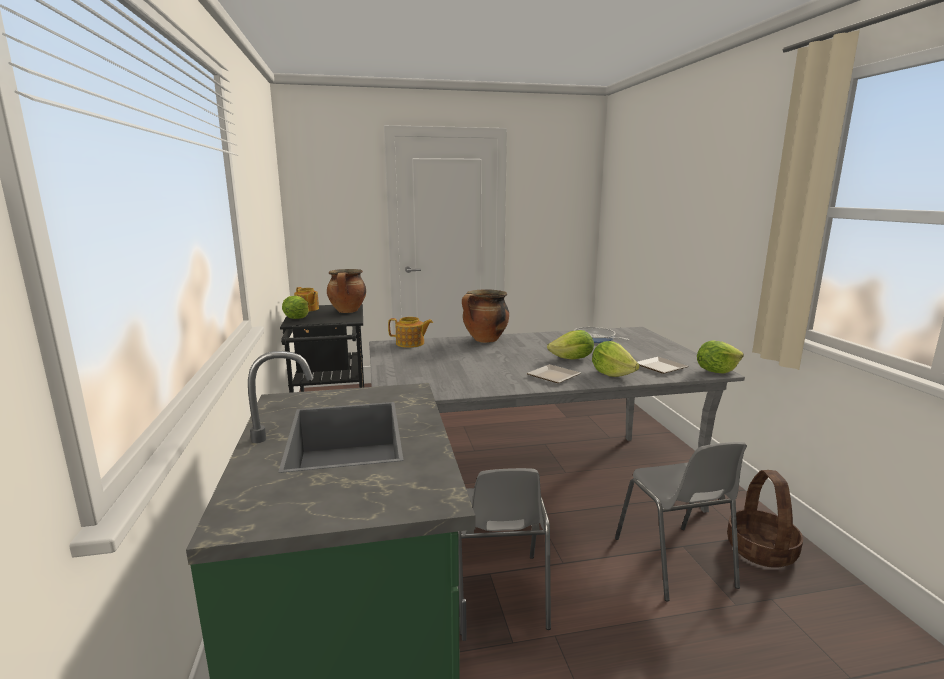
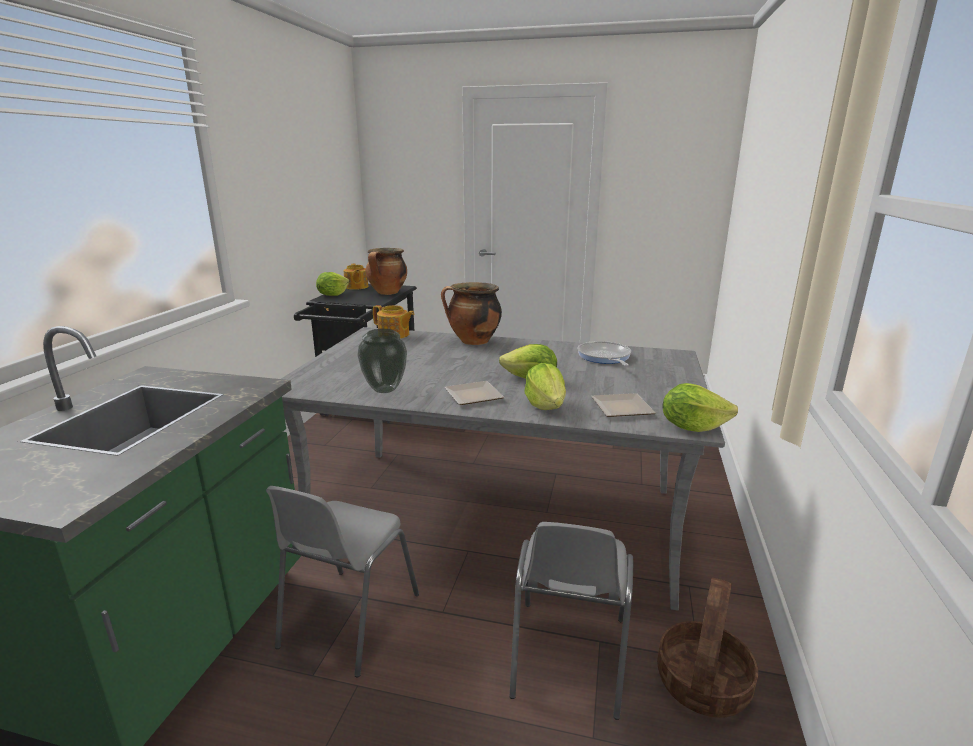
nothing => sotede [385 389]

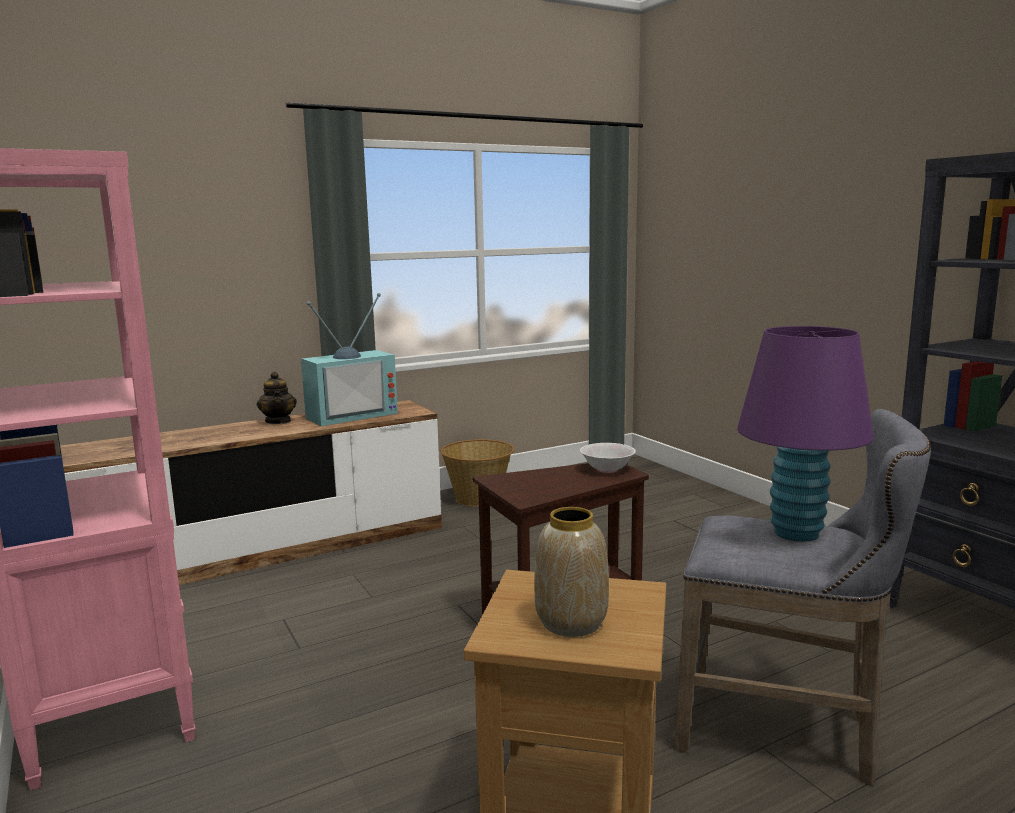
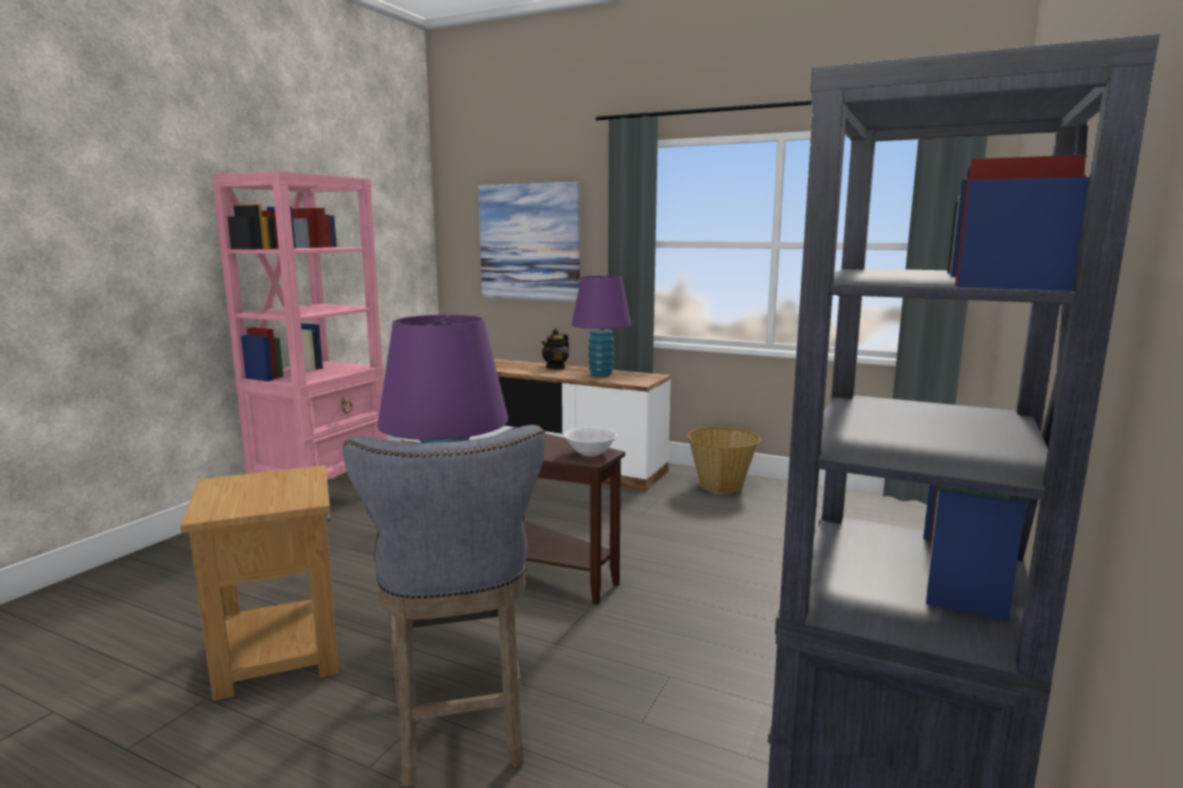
sotede [572 622] => nothing
nothing => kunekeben [529 242]
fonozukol [351 414] => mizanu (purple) [601 374]

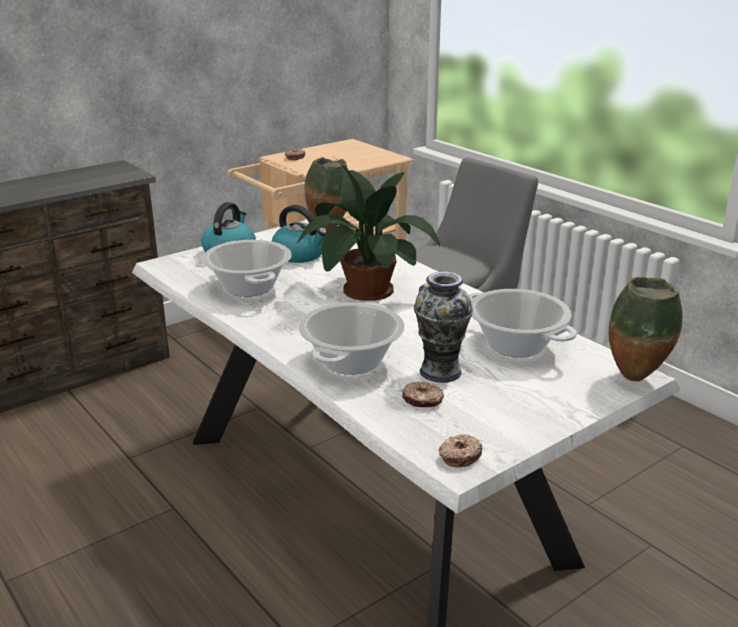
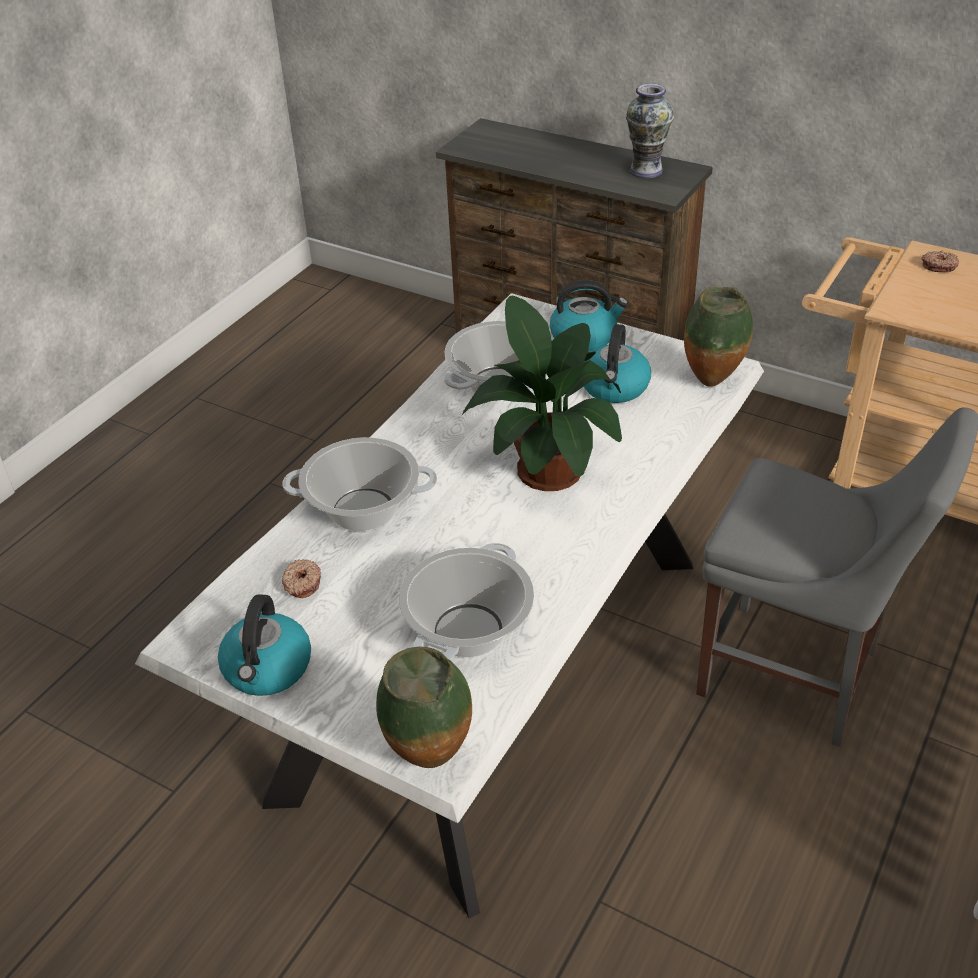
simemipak [459 456] => nothing
nothing => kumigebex [268 669]
sotede [440 372] => sotede [645 170], move

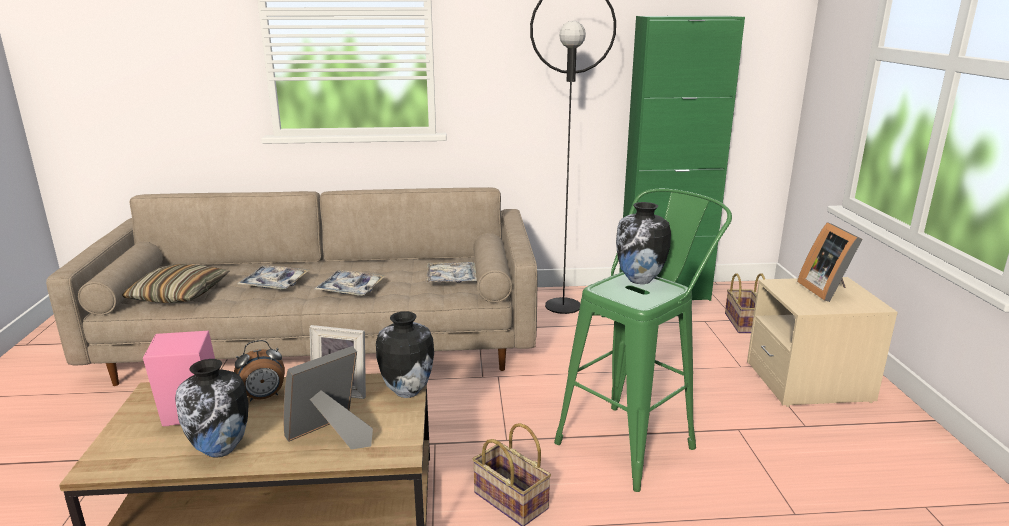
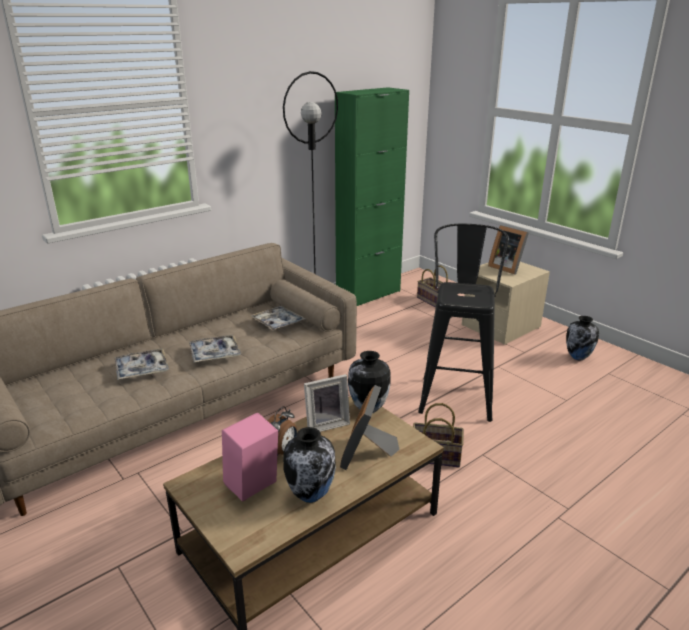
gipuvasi [179 295] => nothing
sotede [640 280] => sotede [578 357], move
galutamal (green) [634 440] => galutamal (black) [456 393]

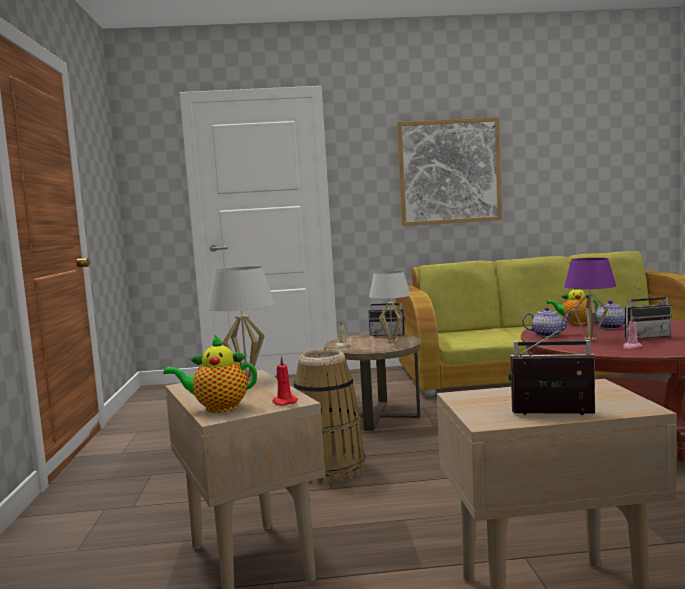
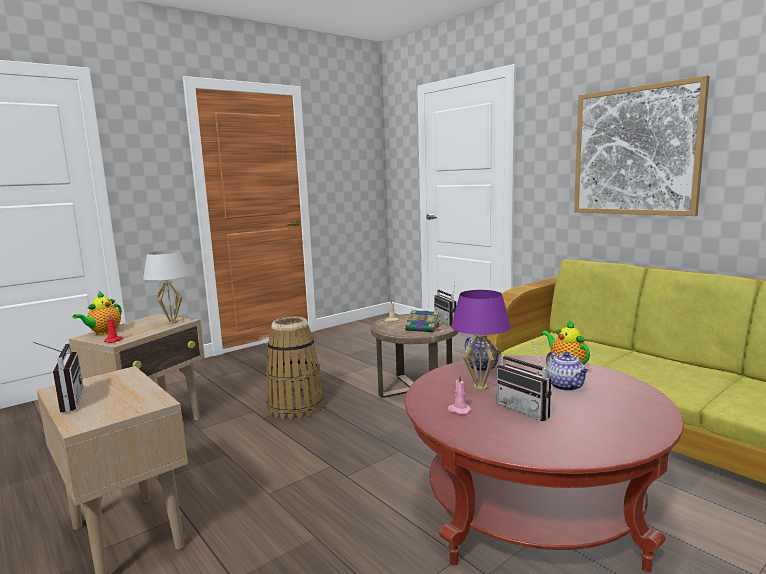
mizanu (white) [392 341] => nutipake [423 328]
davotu [217 408] => davotu [103 333], 120 degrees counterclockwise

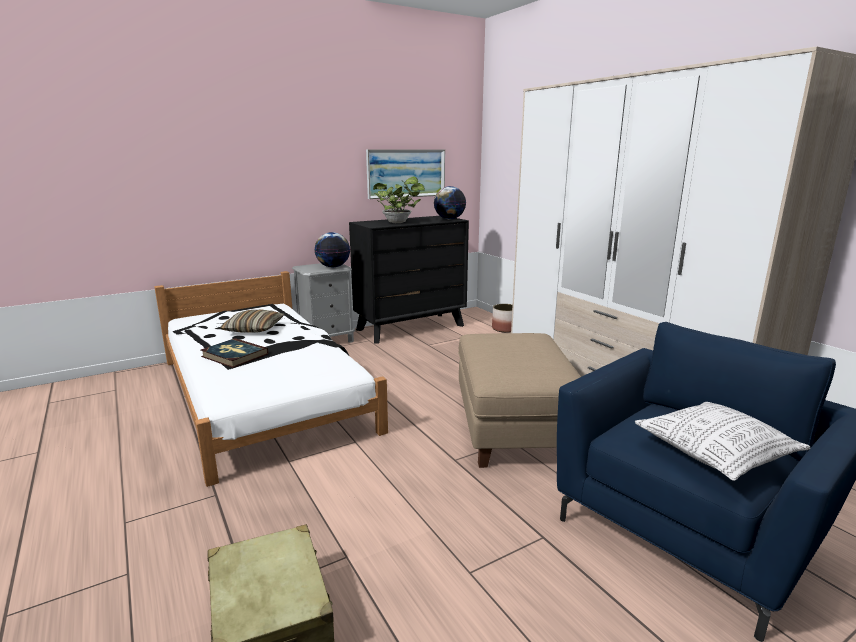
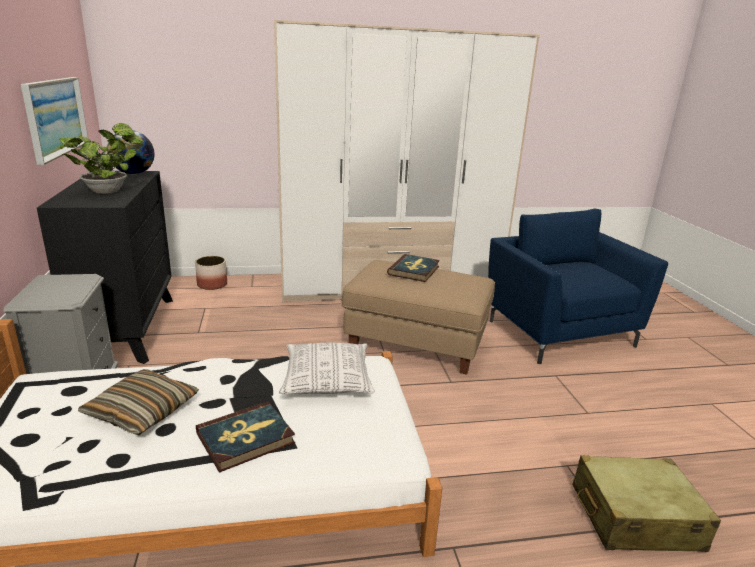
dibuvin [333 267] => nothing
nothing => nutipake [414 270]
gipuvasi [715 453] => gipuvasi [327 381], move

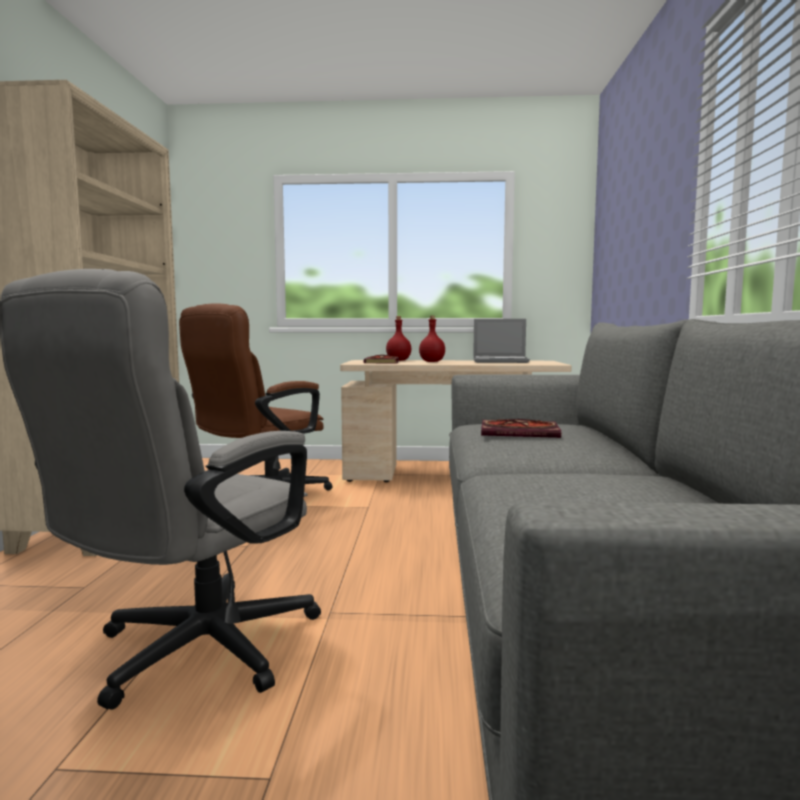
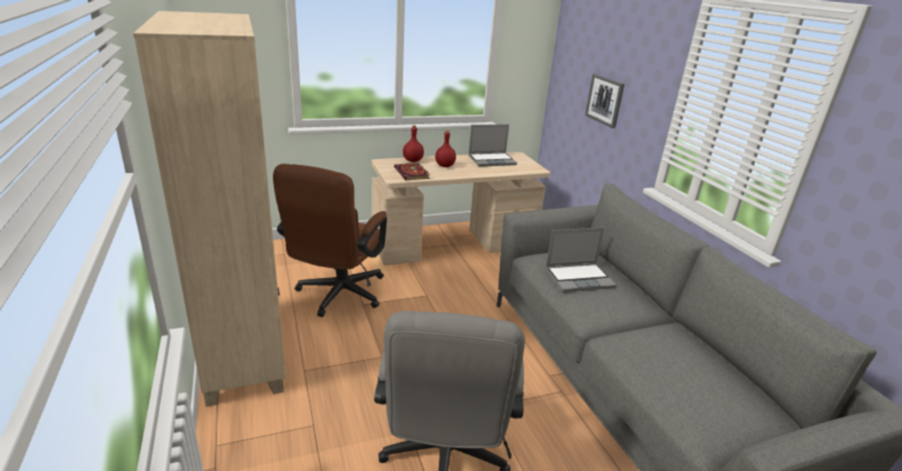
nothing => kunekeben [605 100]
nutipake [521 433] => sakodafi [579 278]

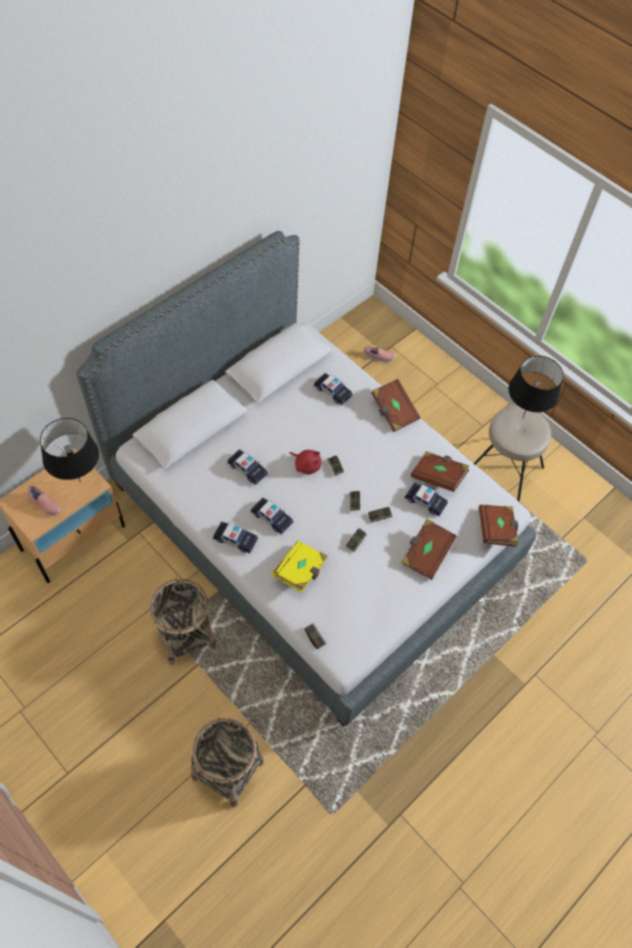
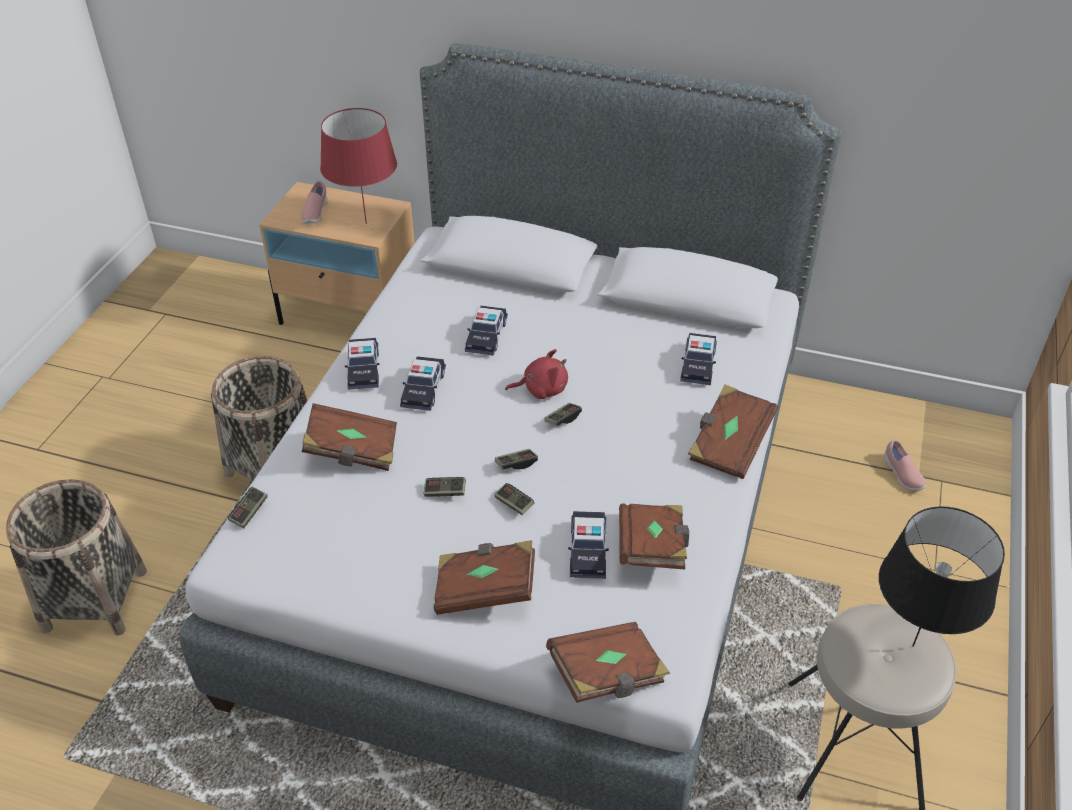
mizanu (black) [80 481] => mizanu (red) [366 223]
nutipake (yellow) [300 571] => nutipake (brown) [352 451]
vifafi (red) [306 465] => vifafi (red) [542 389], 105 degrees counterclockwise

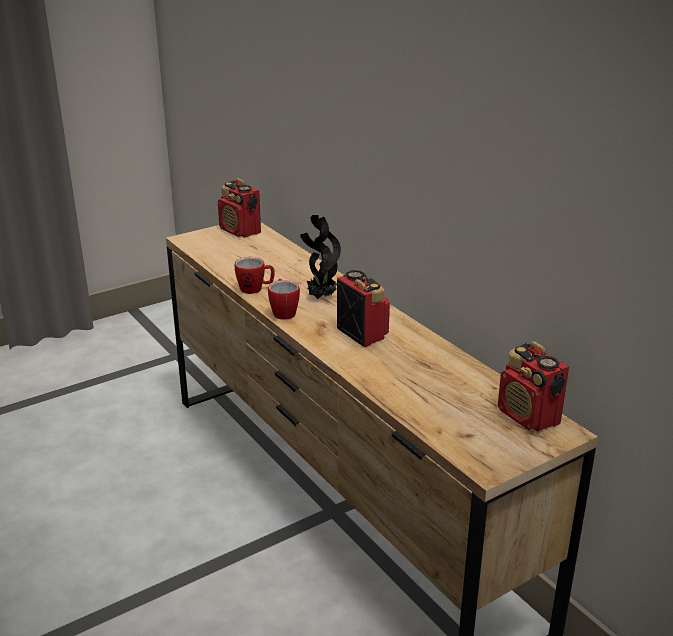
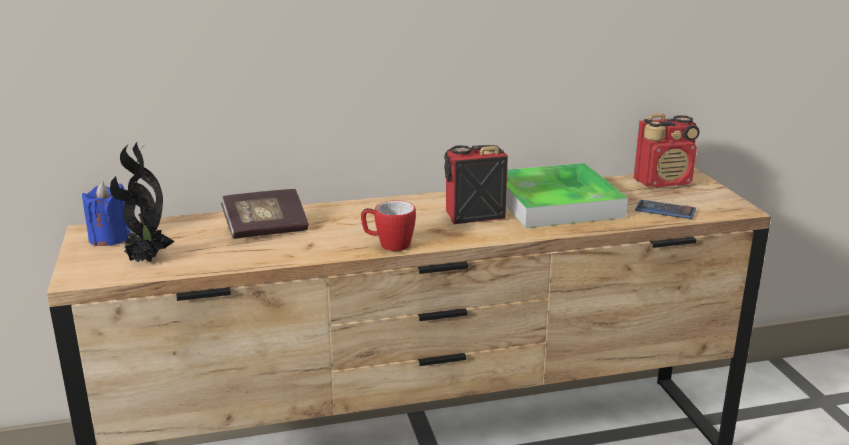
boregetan [255 289] => nothing
nothing => nutipake [266 229]
nothing => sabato [556 203]
nothing => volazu [665 210]
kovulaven [320 297] => kovulaven [146 260], move
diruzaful [240 231] => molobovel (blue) [110 238]

